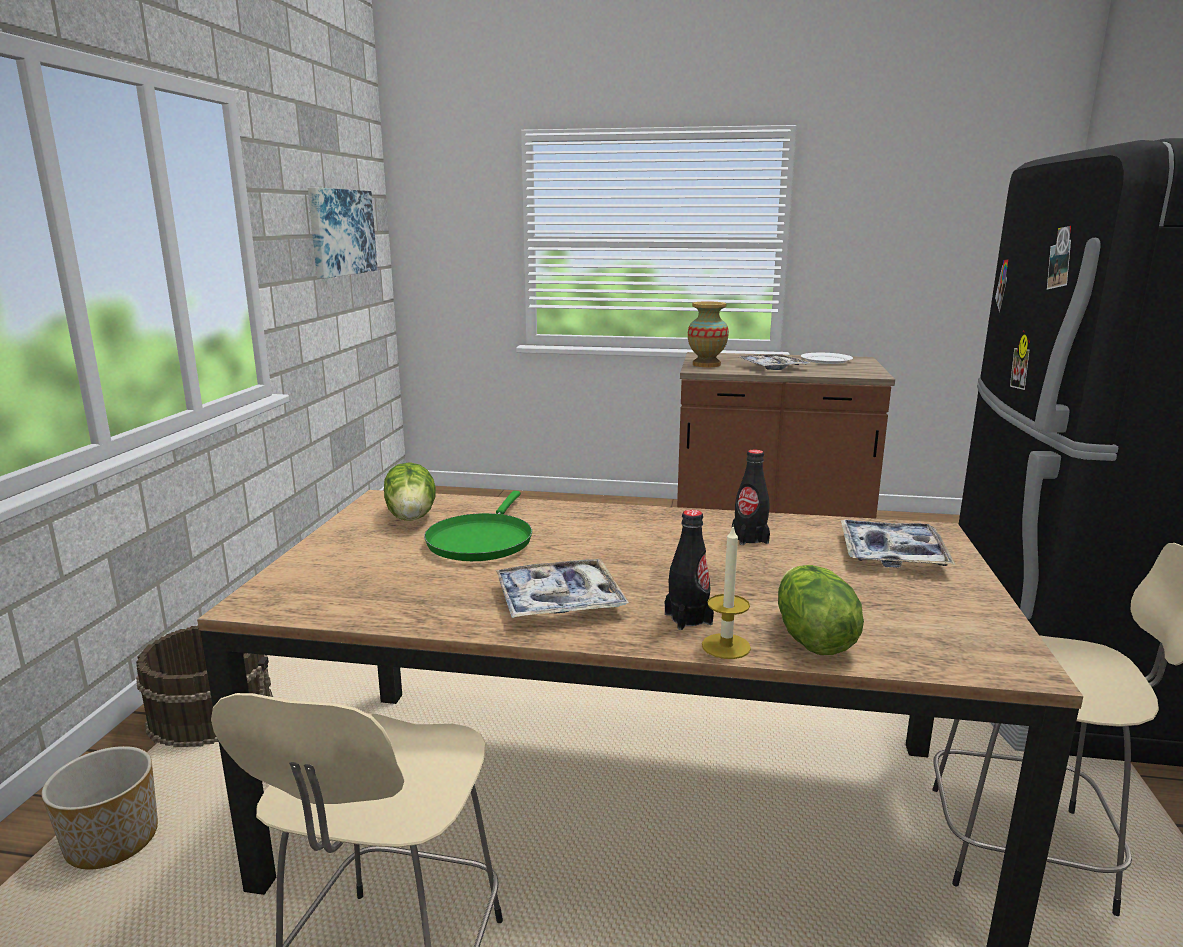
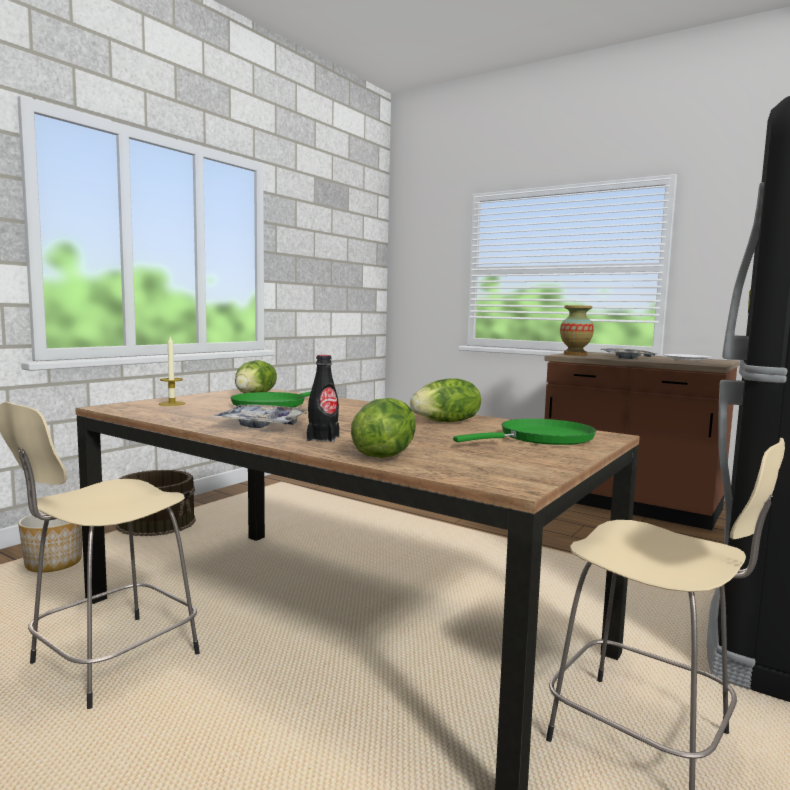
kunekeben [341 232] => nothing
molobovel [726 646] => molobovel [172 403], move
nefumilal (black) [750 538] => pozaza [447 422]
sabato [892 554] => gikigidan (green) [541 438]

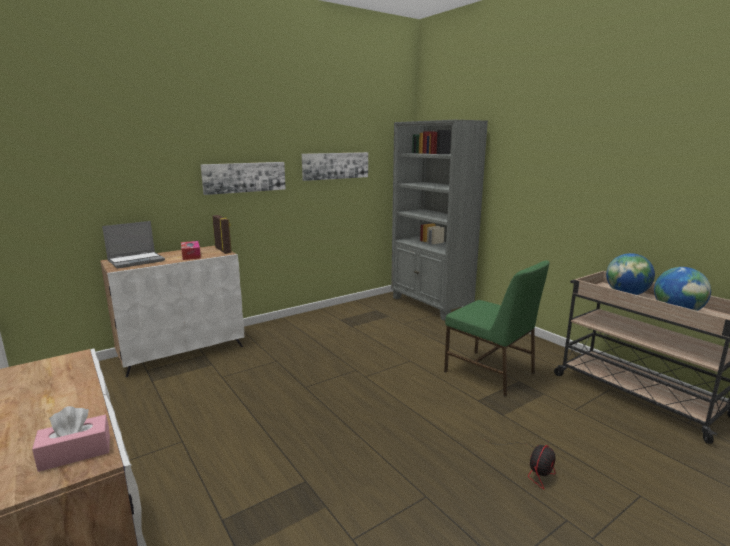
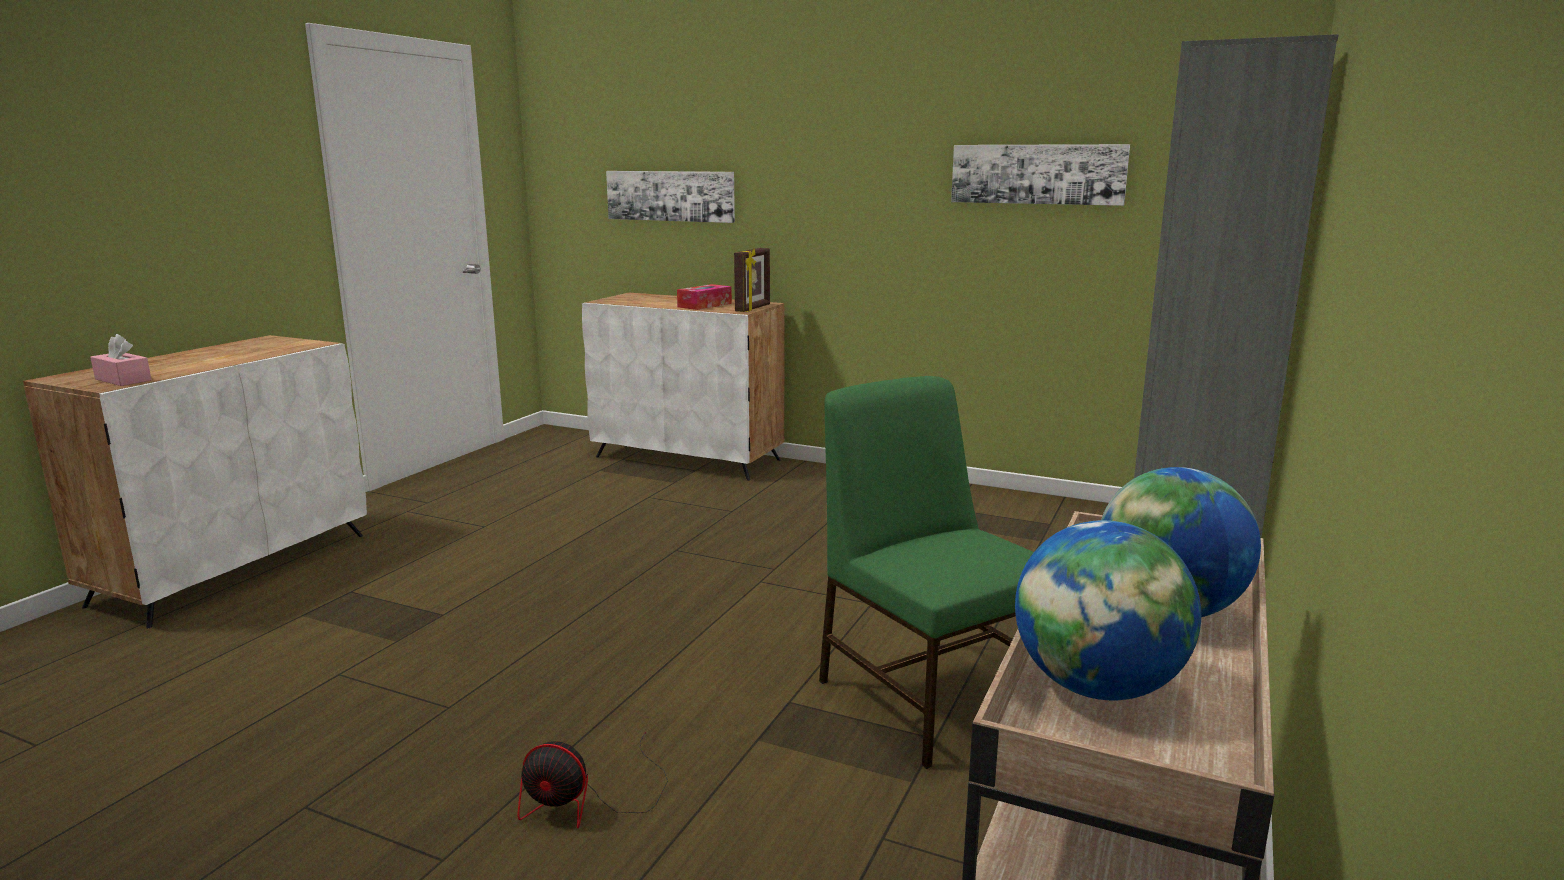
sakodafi [137 261] => nothing
kunekeben [244 177] => kunekeben [670 196], move
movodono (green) [490 373] => movodono (green) [930 696], 135 degrees clockwise

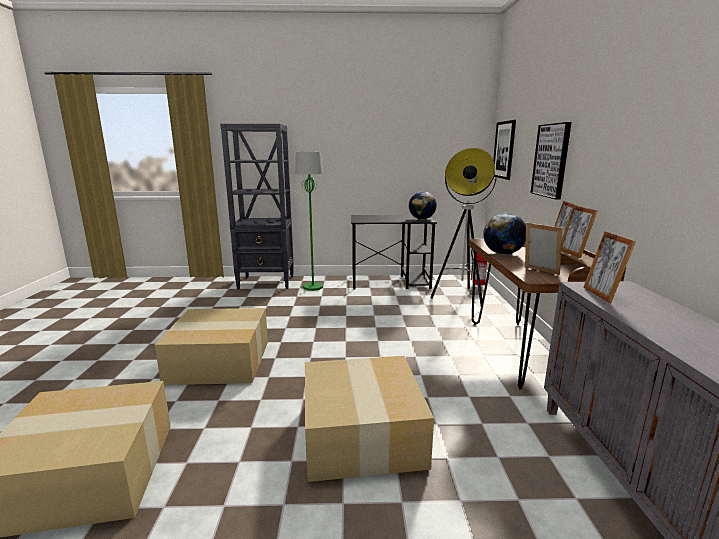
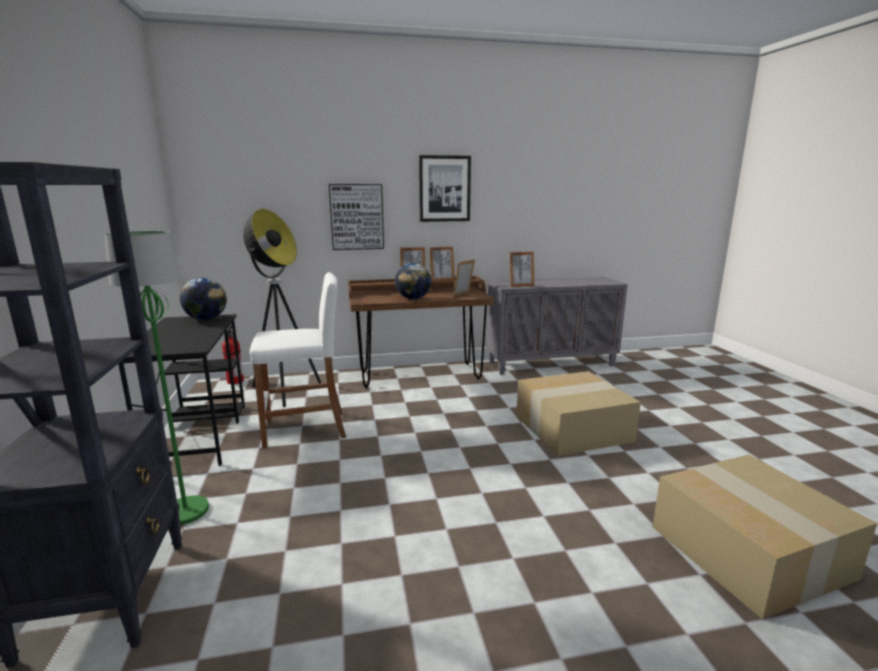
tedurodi [218 362] => nothing
nothing => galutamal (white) [305 429]
kunekeben [504 150] => kunekeben [444 189], move

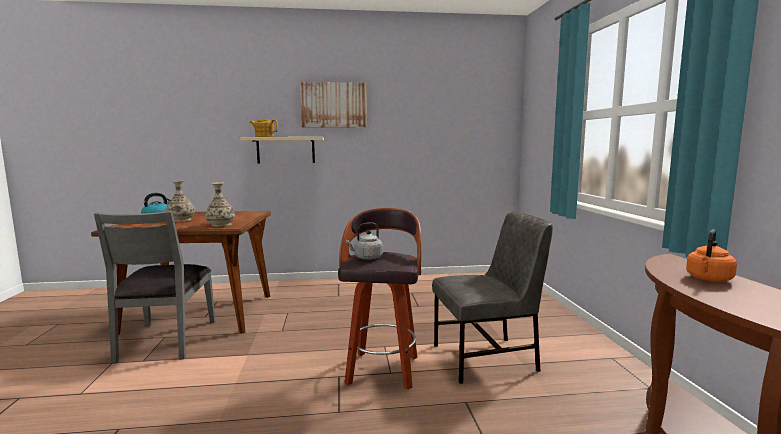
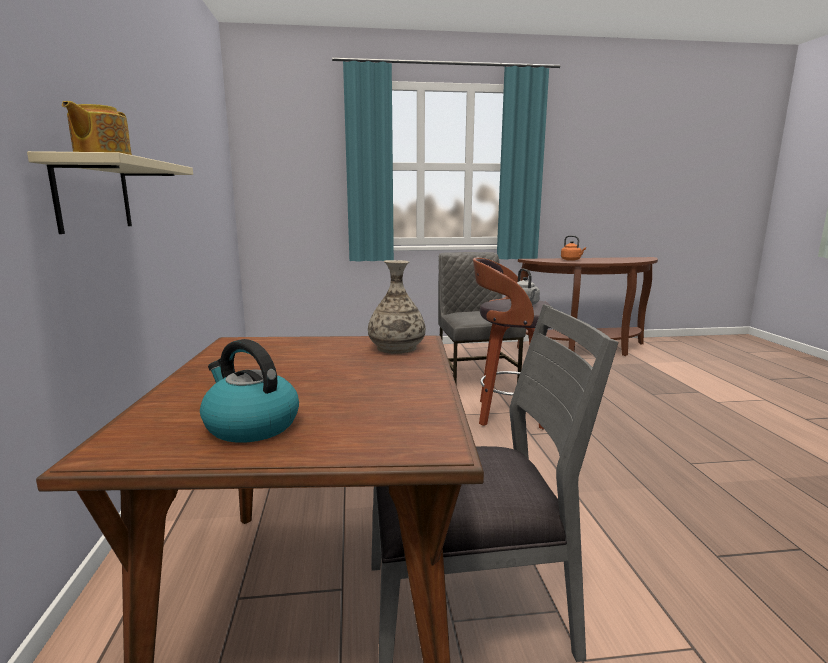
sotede [181 220] => nothing
kunekeben [334 105] => nothing

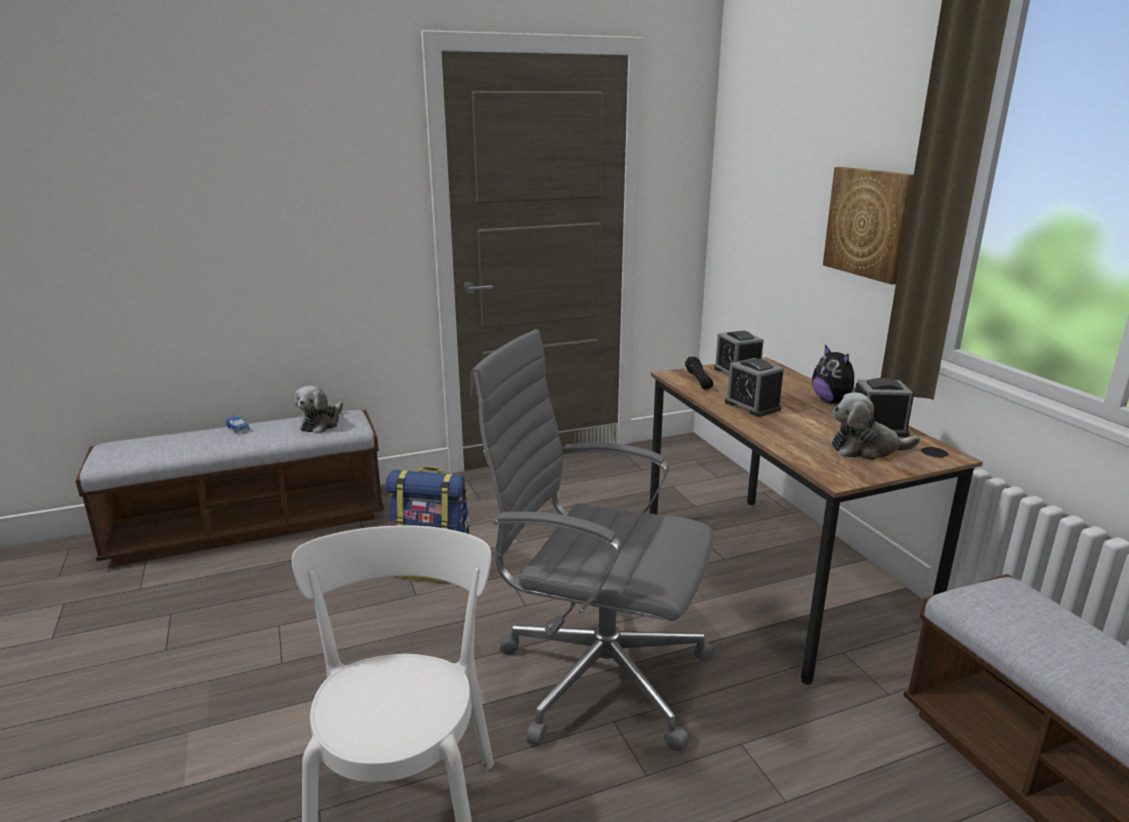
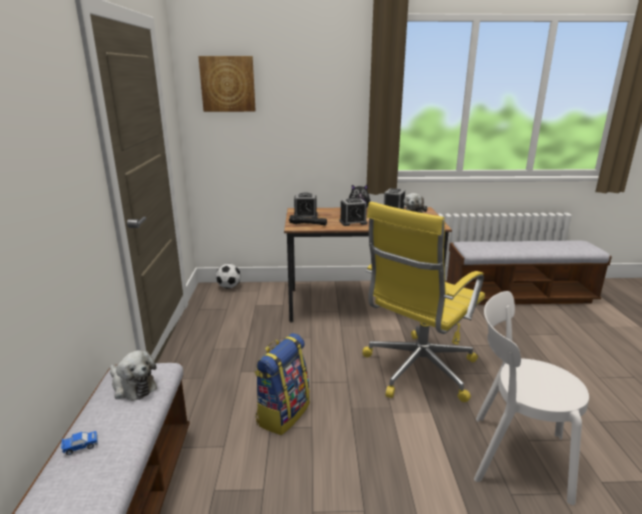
nothing => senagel [229 287]
kunekeben [869 223] => kunekeben [228 84], move
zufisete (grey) [597 674] => zufisete (yellow) [417 370]

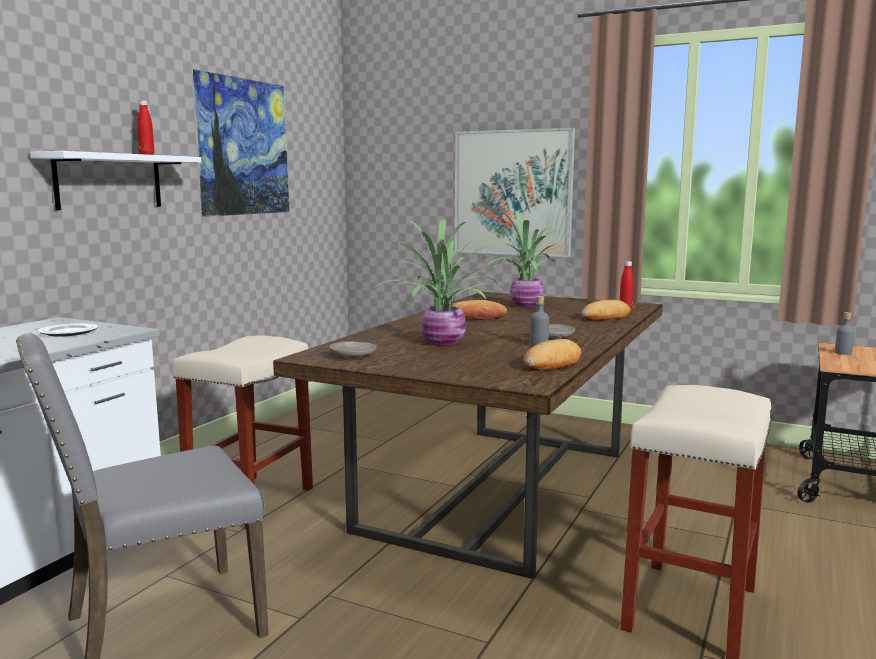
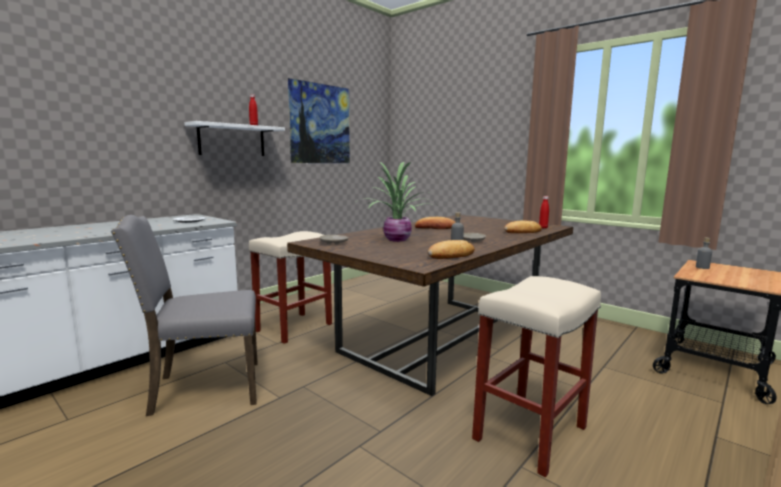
kunekeben [513 193] => nothing
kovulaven [526 305] => nothing

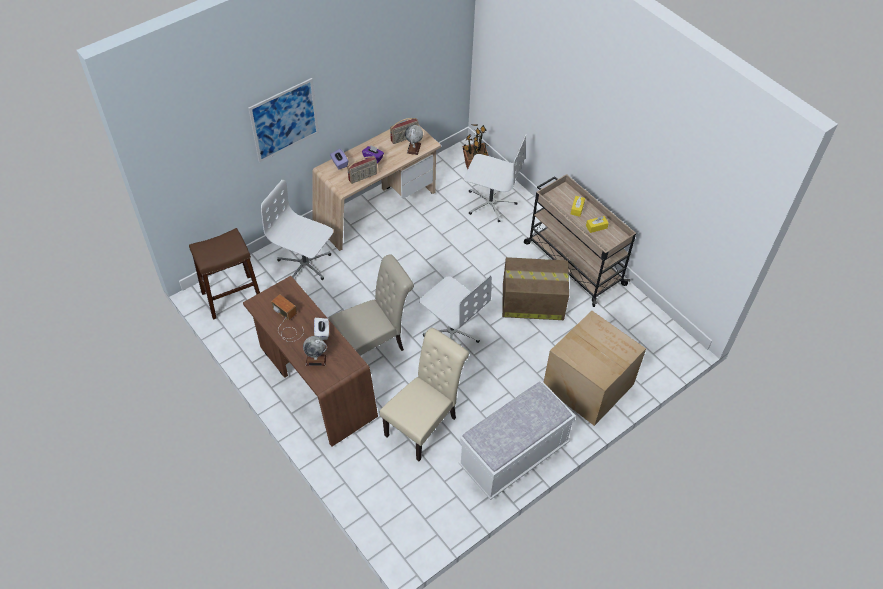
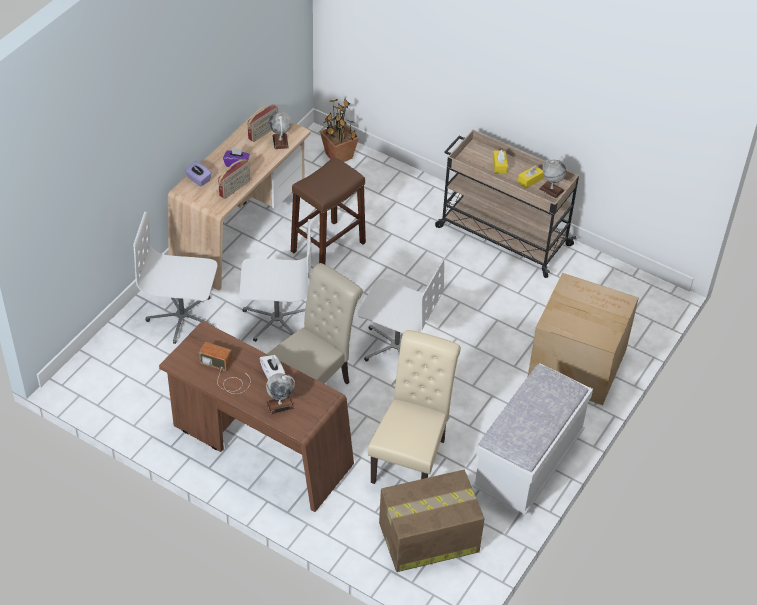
kunekeben [284 120] => nothing
nothing => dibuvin [551 190]
galutamal (brown) [231 297] => galutamal (brown) [328 247], move
zufisete (white) [490 203] => zufisete (white) [276 319], move
tedurodi [531 301] => tedurodi [427 538], move

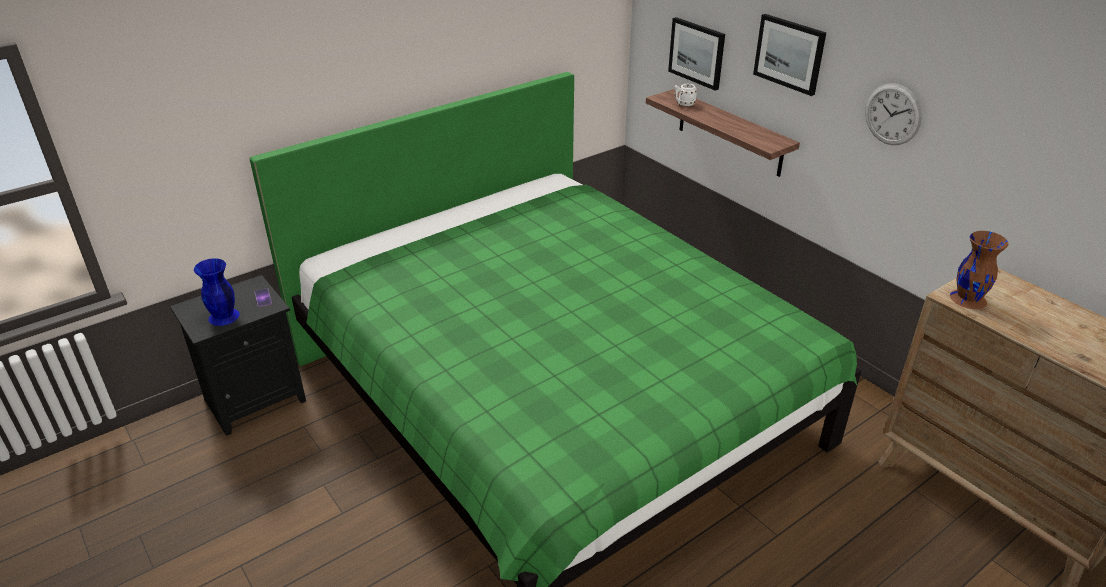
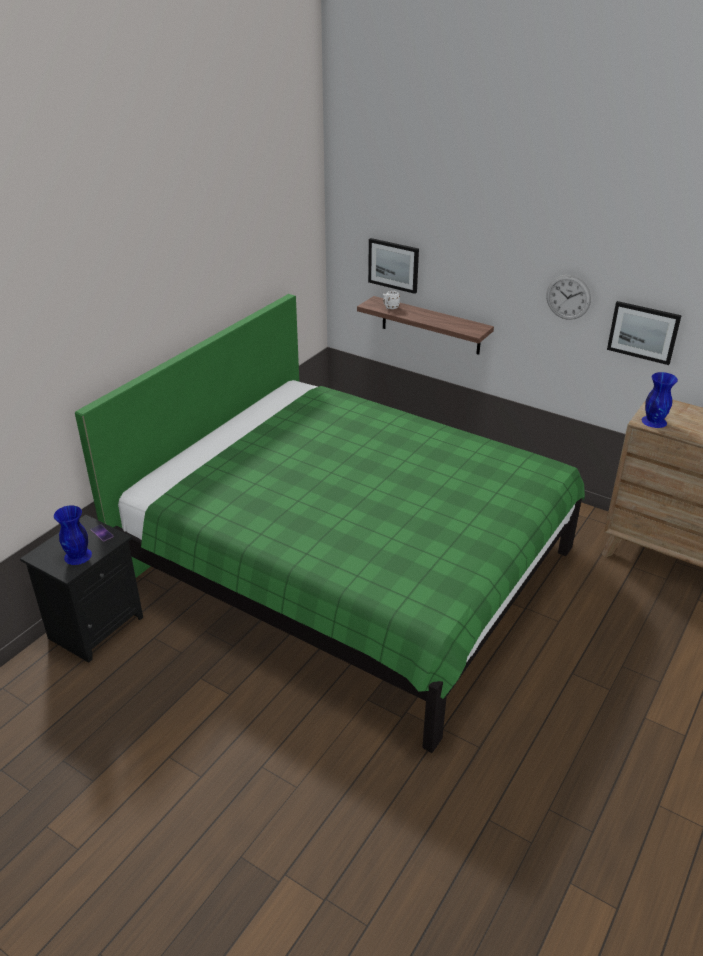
kunekeben [789 54] => kunekeben [643 332], move
sotede (brown) [968 298] => sotede (blue) [654 421]

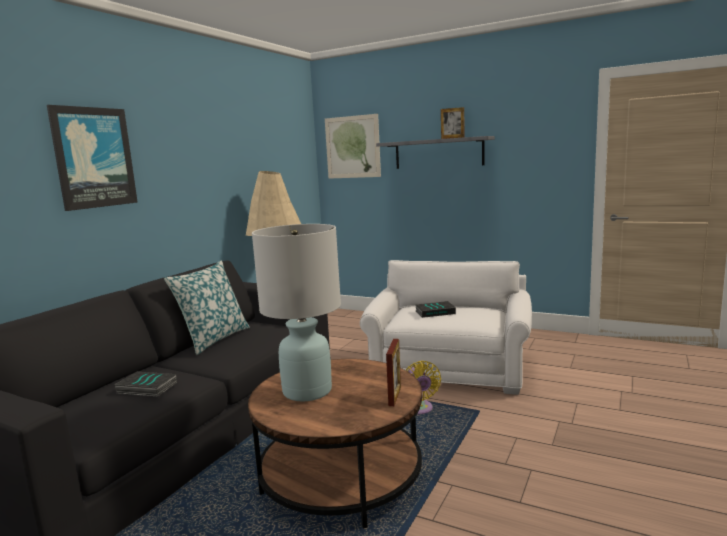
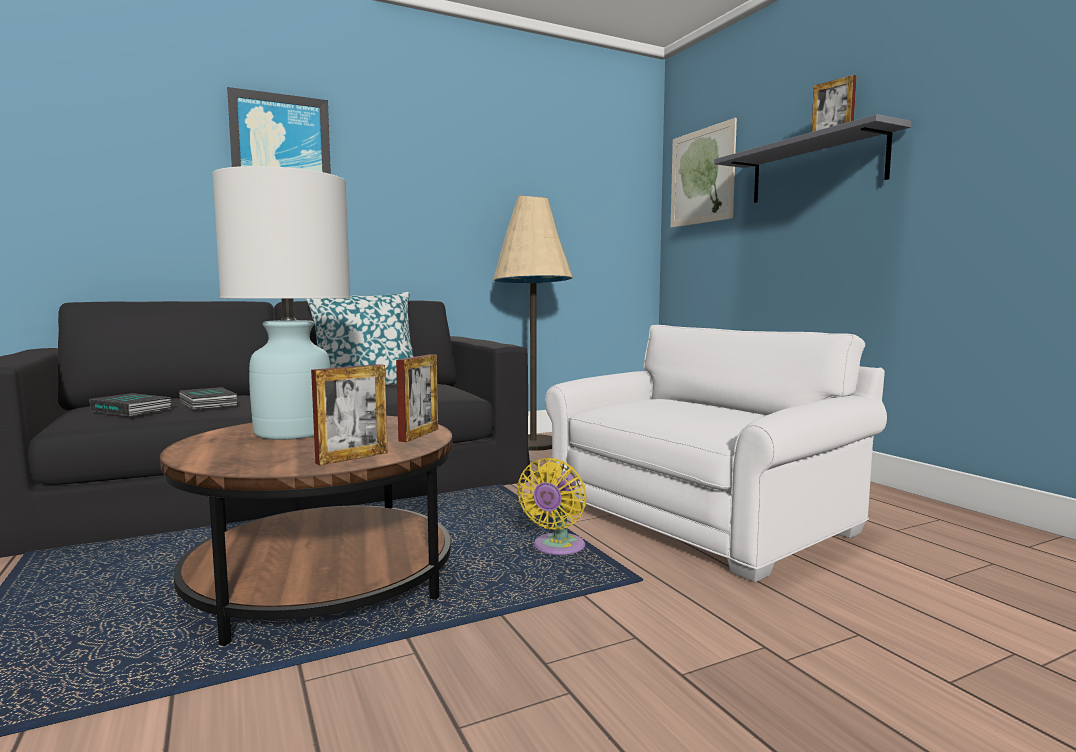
nothing => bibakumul [419 435]
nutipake [435 312] => nutipake [133 410], move

